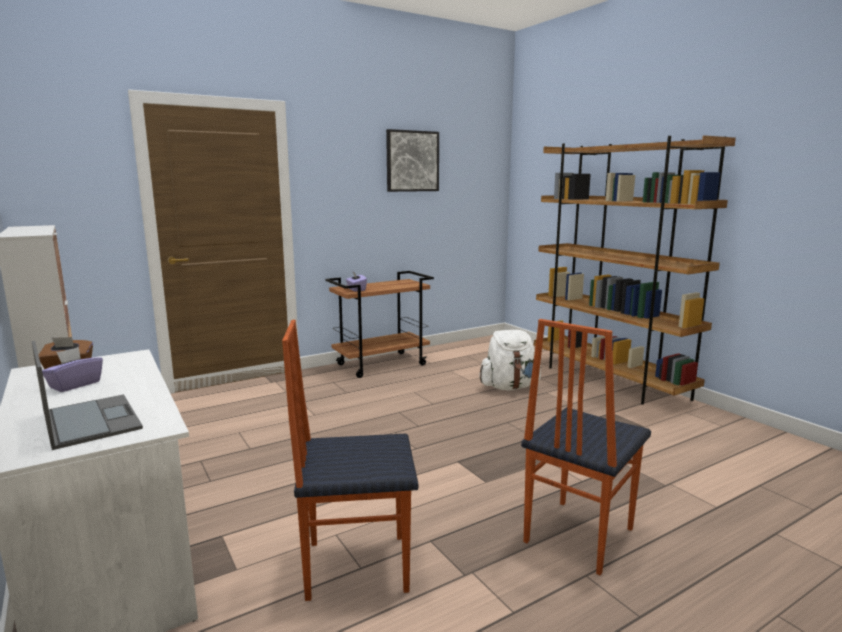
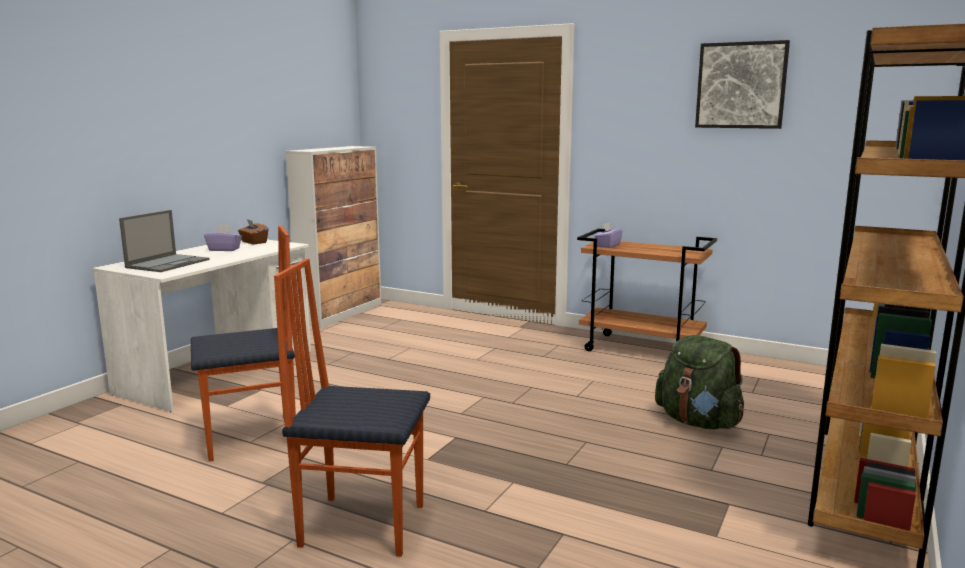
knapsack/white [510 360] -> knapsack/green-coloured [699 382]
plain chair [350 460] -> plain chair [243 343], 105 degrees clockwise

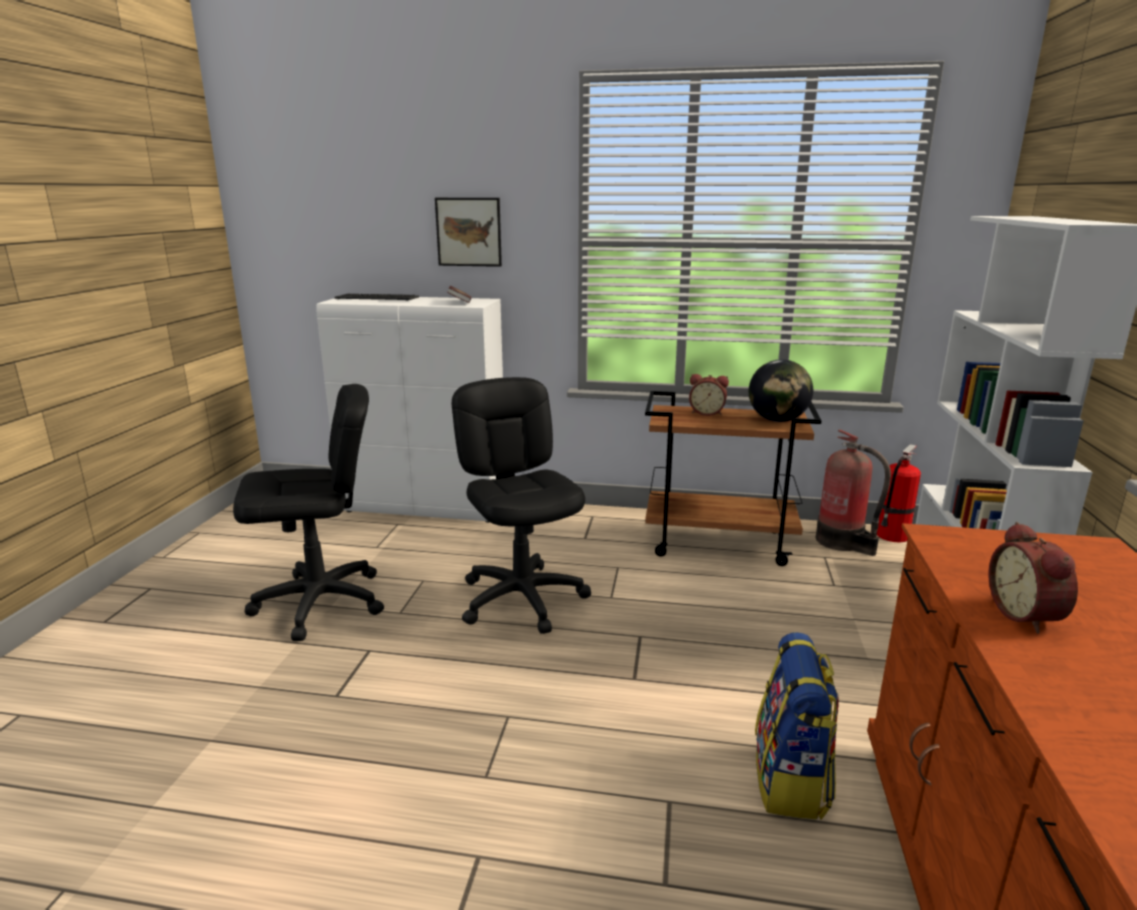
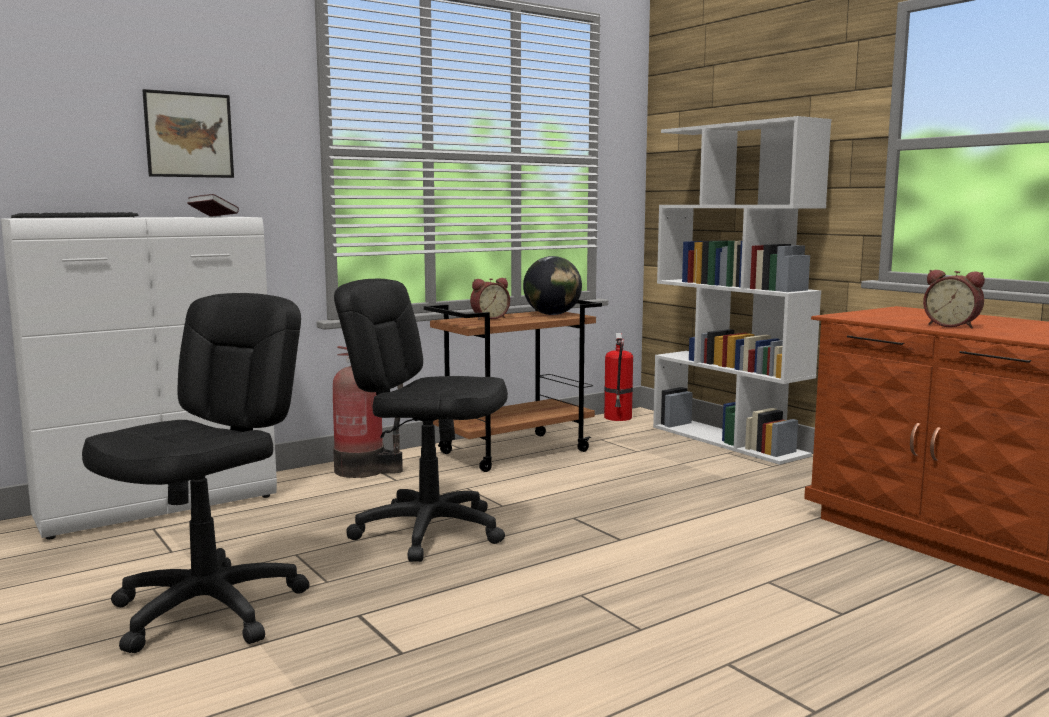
knapsack [797 725] -> none
fire extinguisher [853 493] -> fire extinguisher [368 412], shifted

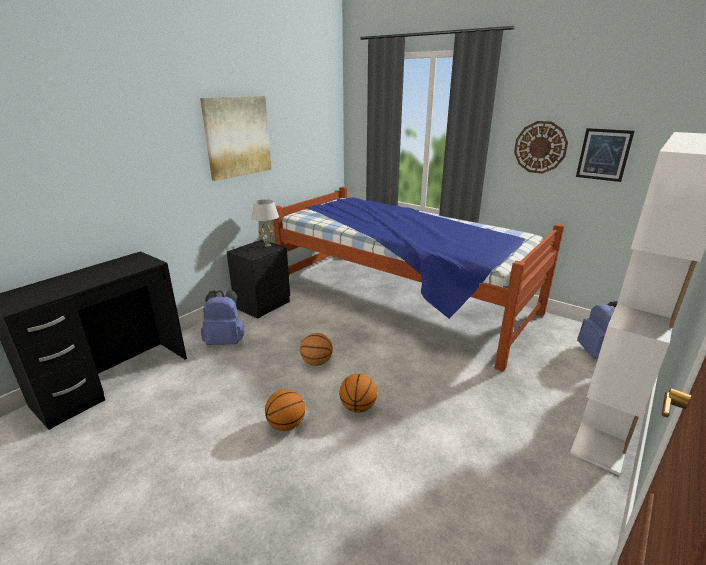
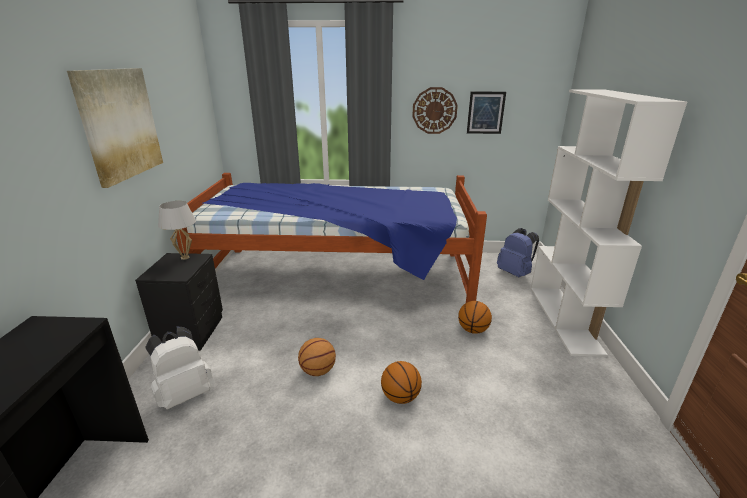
basketball [285 410] -> basketball [475 317], shifted
knapsack/bluish [222 317] -> knapsack/white [179 367]

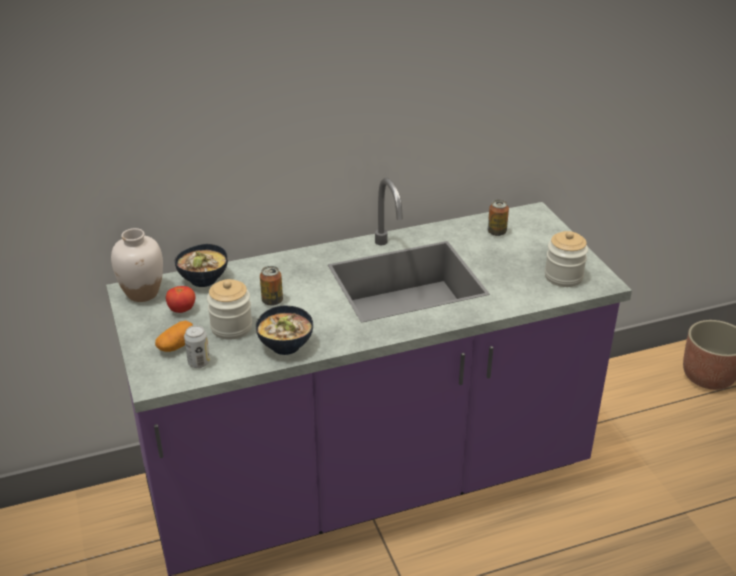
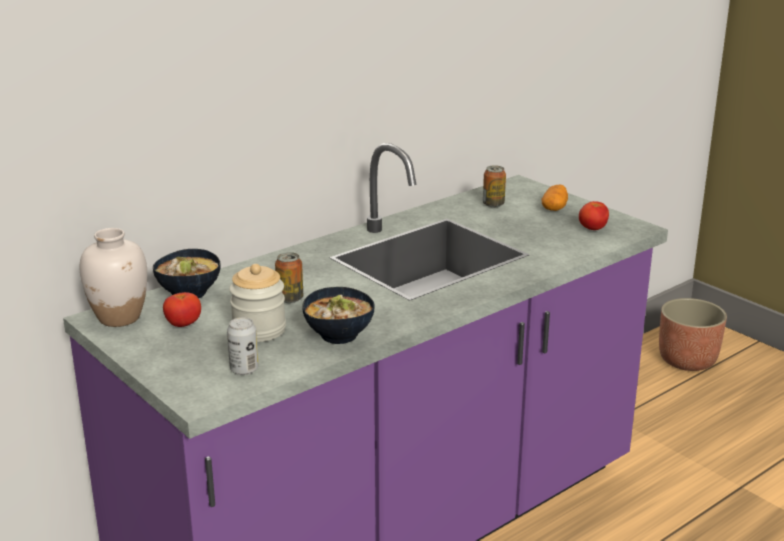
spud [174 336] -> spud [555 198], shifted
storage jar [566 259] -> whole tomato [594 215]

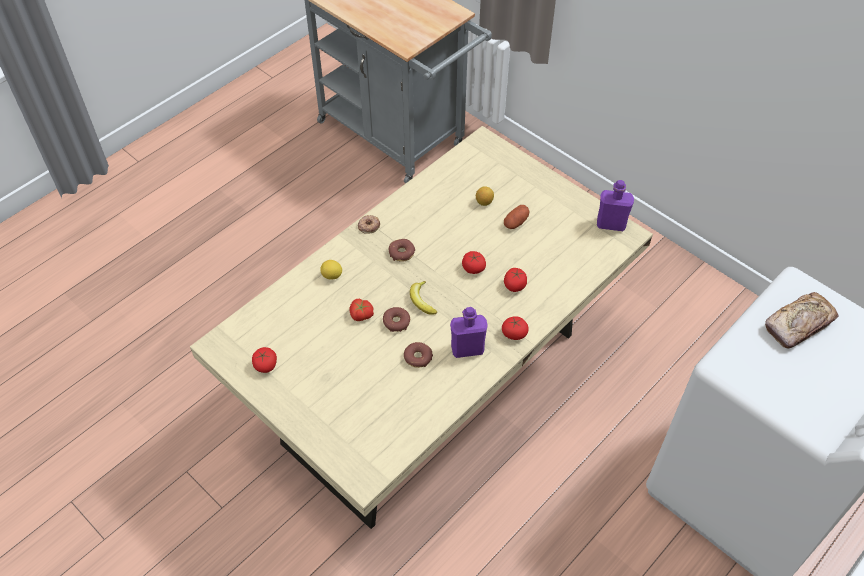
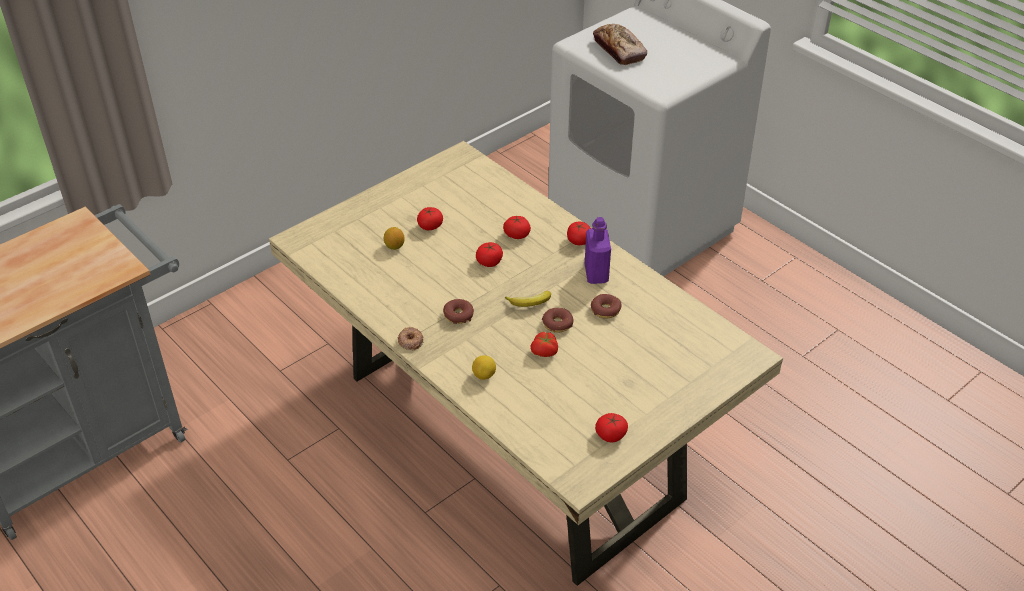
bottle/purplish [615 205] -> none
spud [517 217] -> whole tomato [430 218]

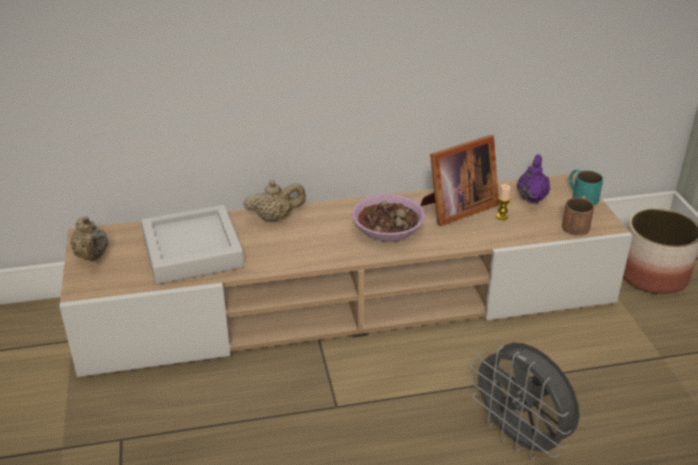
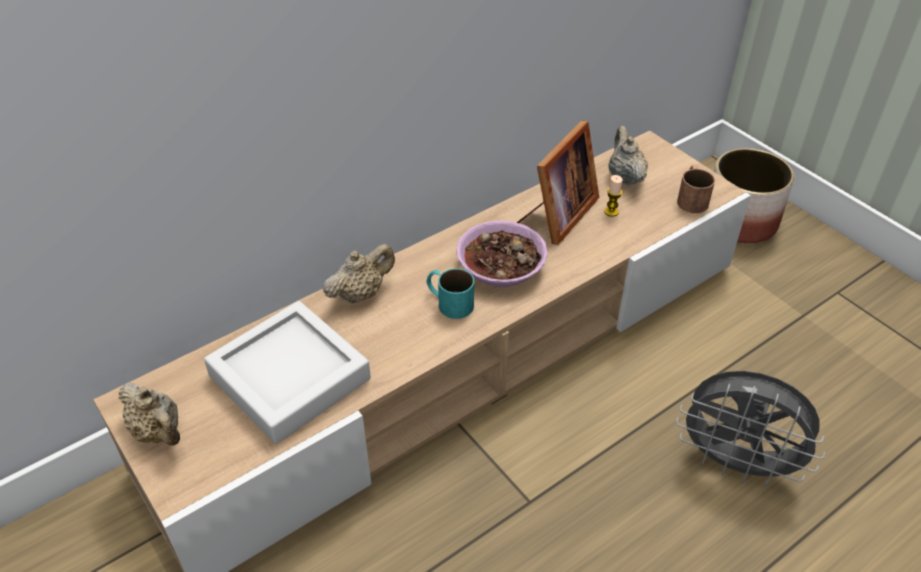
coffee mug/turquoise [586 187] -> coffee mug/turquoise [450 293], shifted
teapot/purplish [533 178] -> teapot/beige-coloured [628 155]

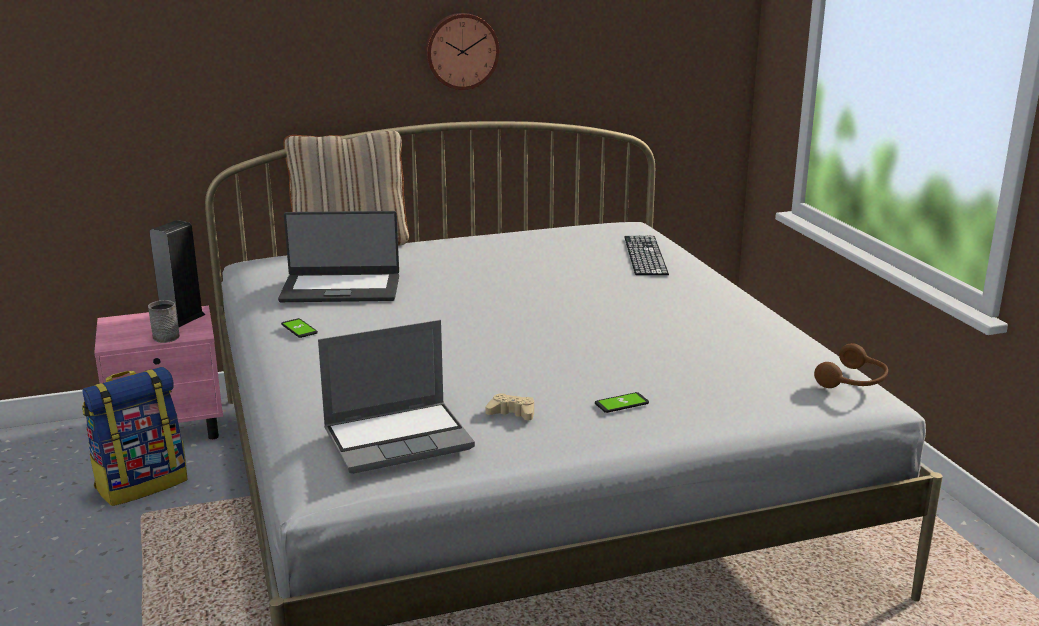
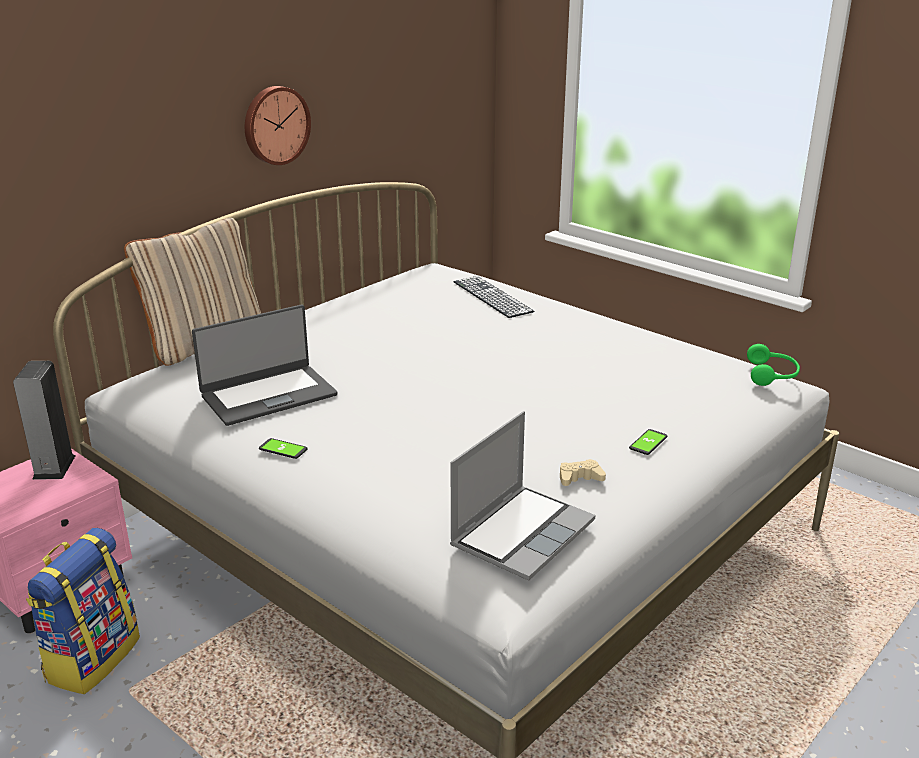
coffee mug/gray [164 321] -> none
headphones/brown-coloured [851 365] -> headphones/green-coloured [773 365]

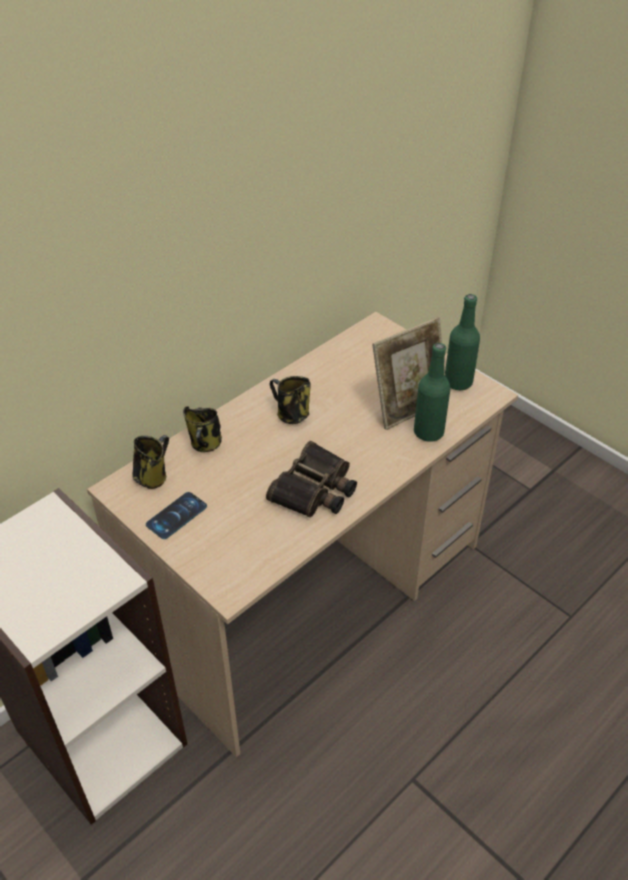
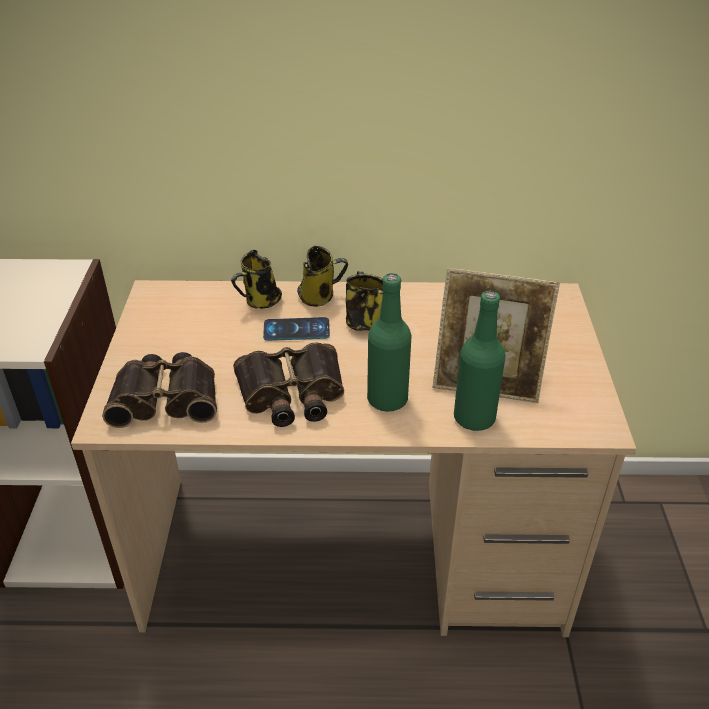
none -> binoculars [159 390]
coffee mug [150 462] -> coffee mug [322 276], shifted
phone [176 515] -> phone [296 329], shifted
bottle/green-coloured [462 342] -> bottle/green-coloured [389 342], shifted

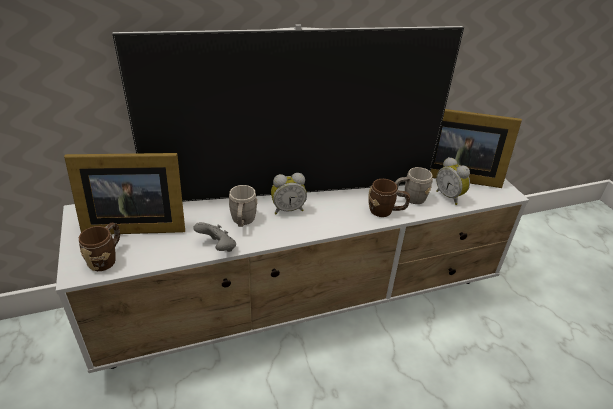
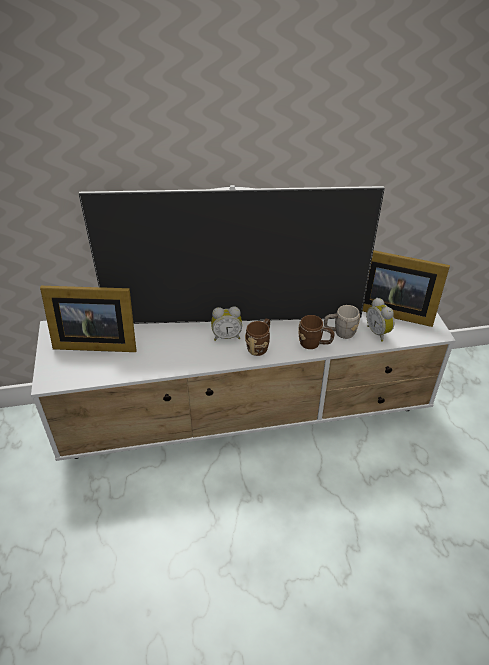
game controller/gray [214 237] -> none
coffee mug/gray [243 206] -> none
coffee mug/brown-coloured [99 246] -> coffee mug/brown-coloured [257 337], shifted

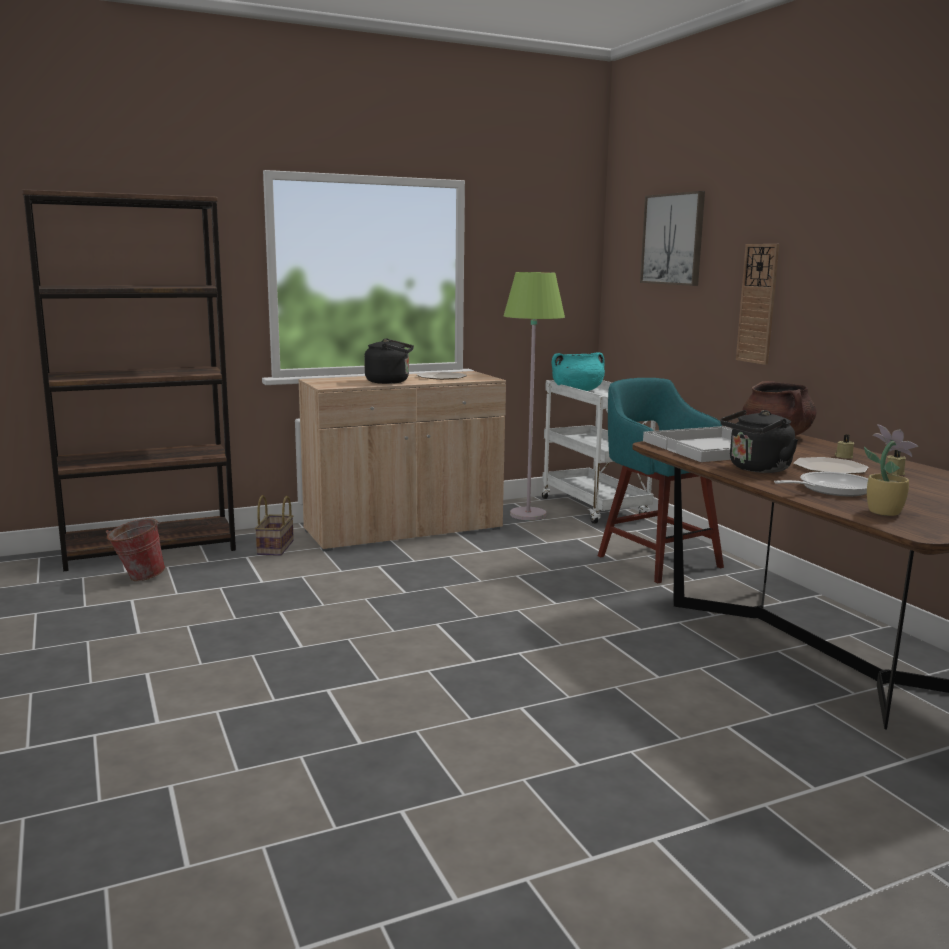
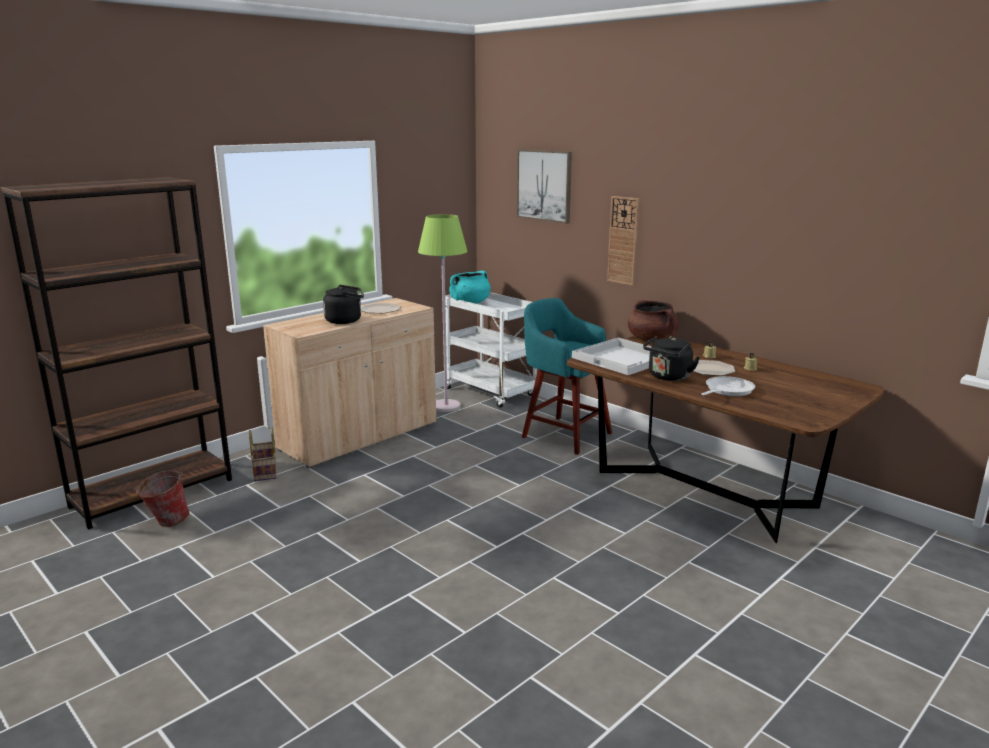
potted plant [891 470] -> none

